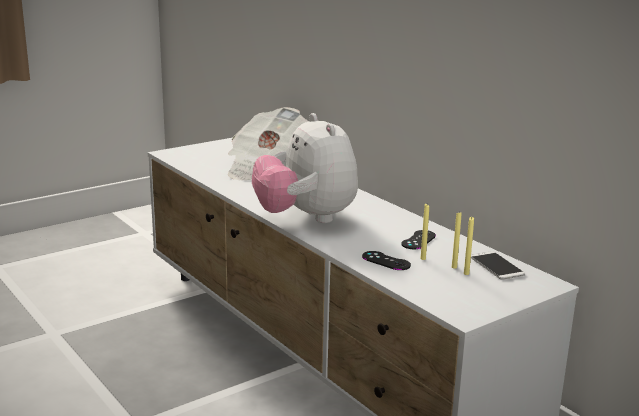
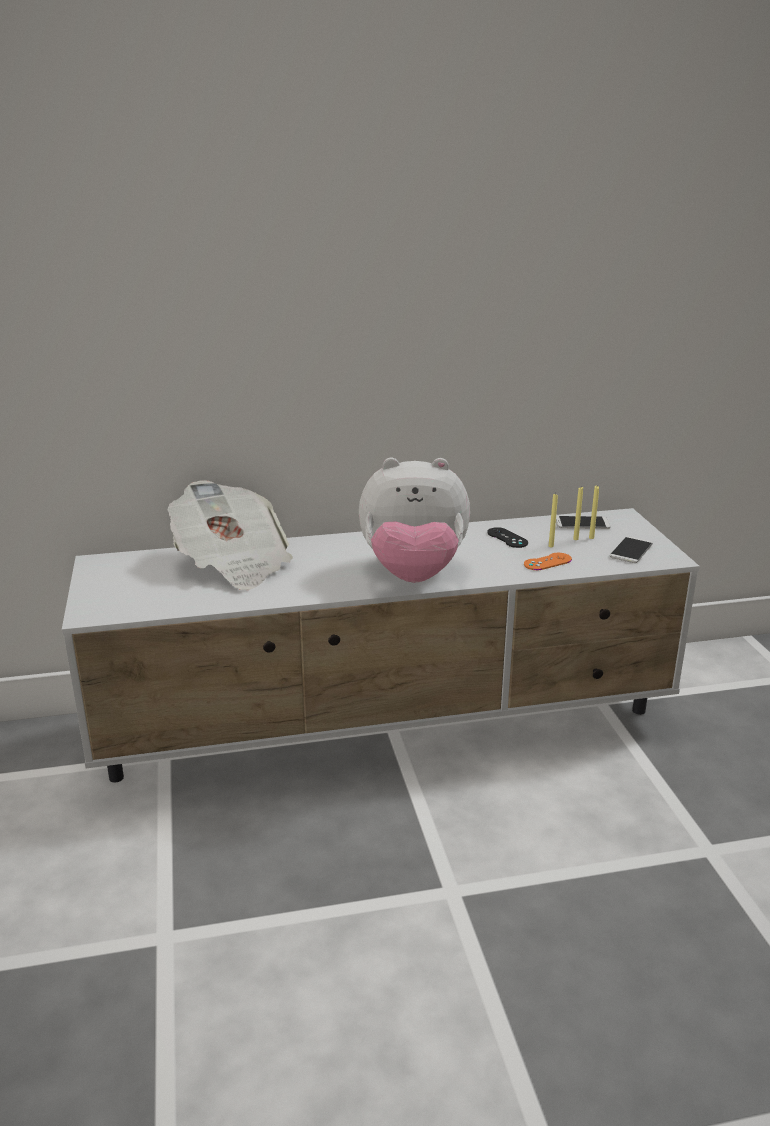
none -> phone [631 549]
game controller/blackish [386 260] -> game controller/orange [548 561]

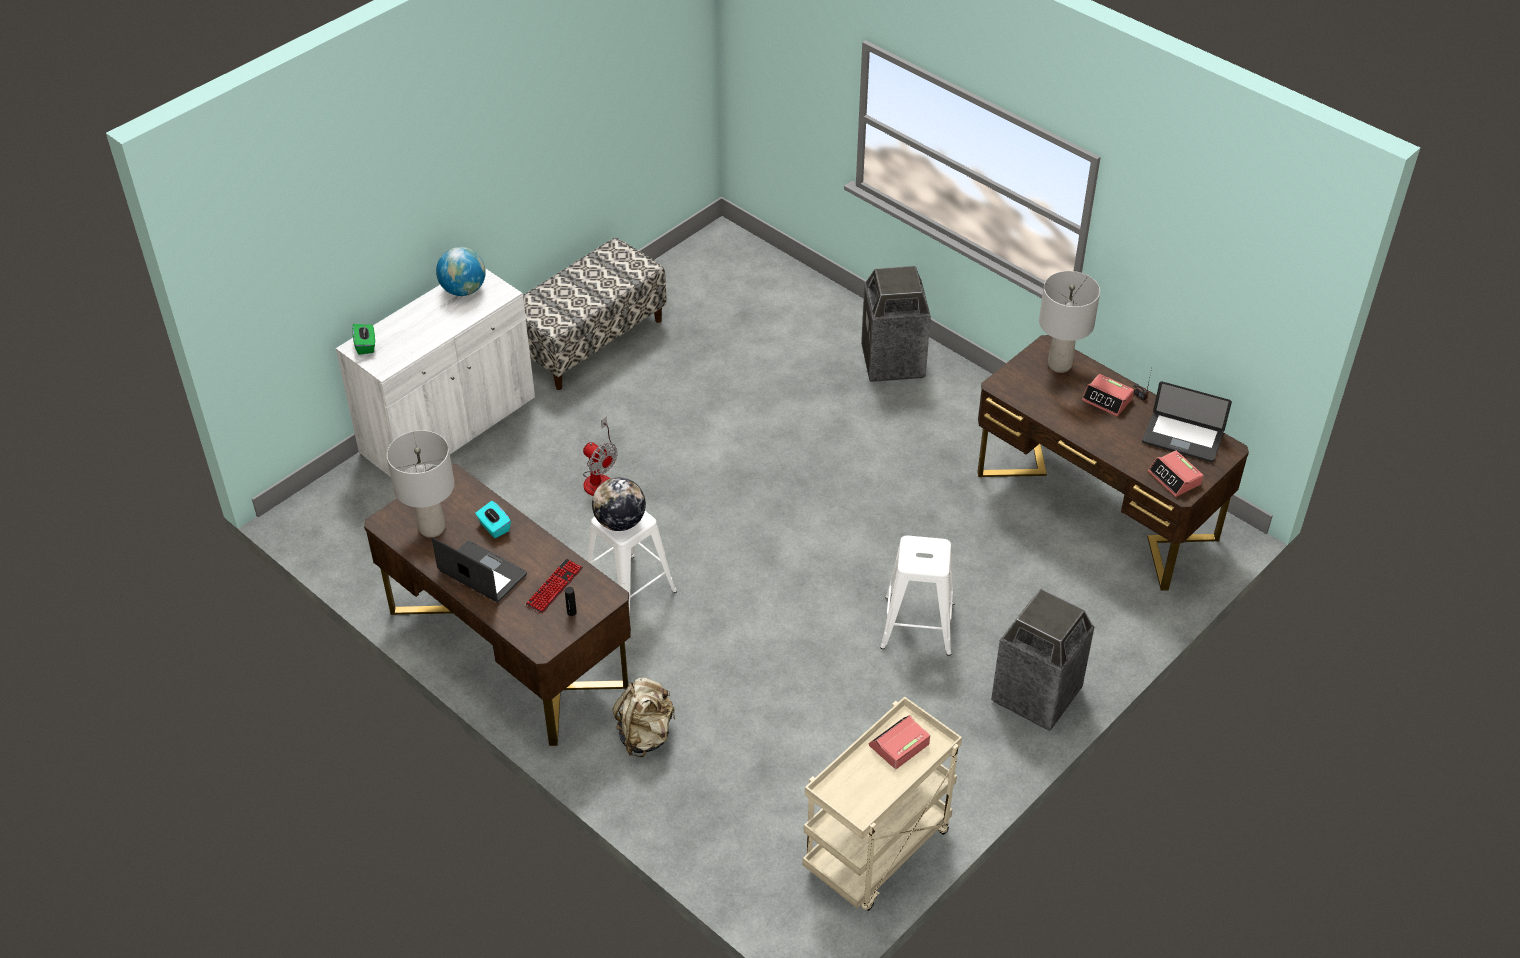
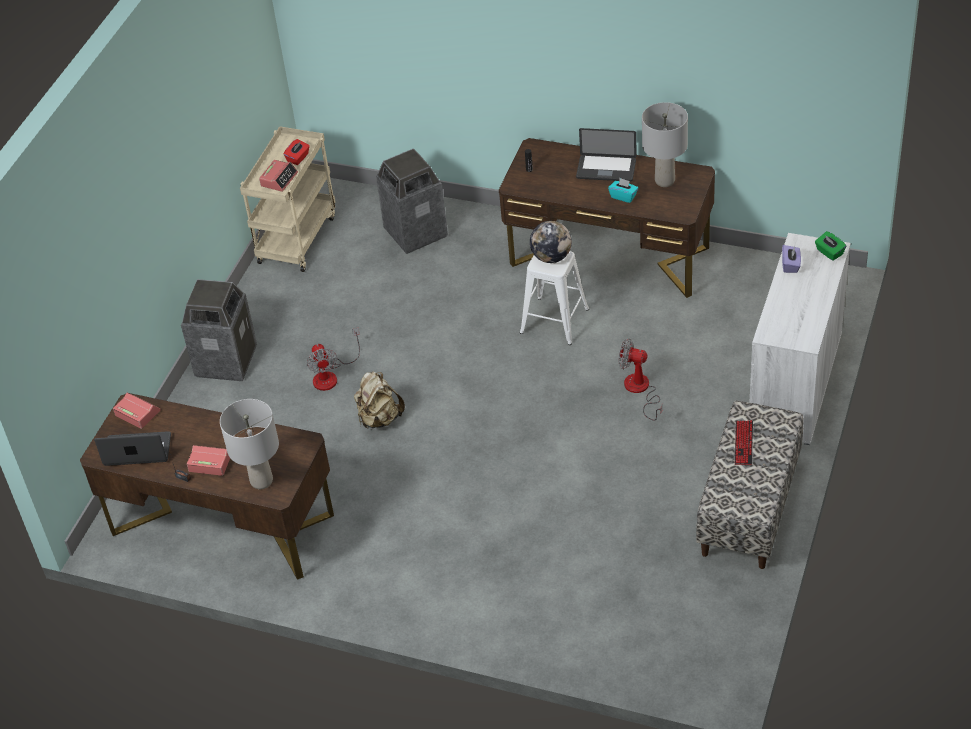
globe [461 271] -> none
none -> tissue box/reddish [297 152]
none -> tissue box/purplish [791 259]
computer keyboard [554 586] -> computer keyboard [744 442], shifted
knapsack/beige-coloured [644 717] -> knapsack/beige-coloured [379 400], shifted
rubbish bin [896 324] -> rubbish bin [412 201], shifted
stool seat/white [917 596] -> cooling fan [333 359]

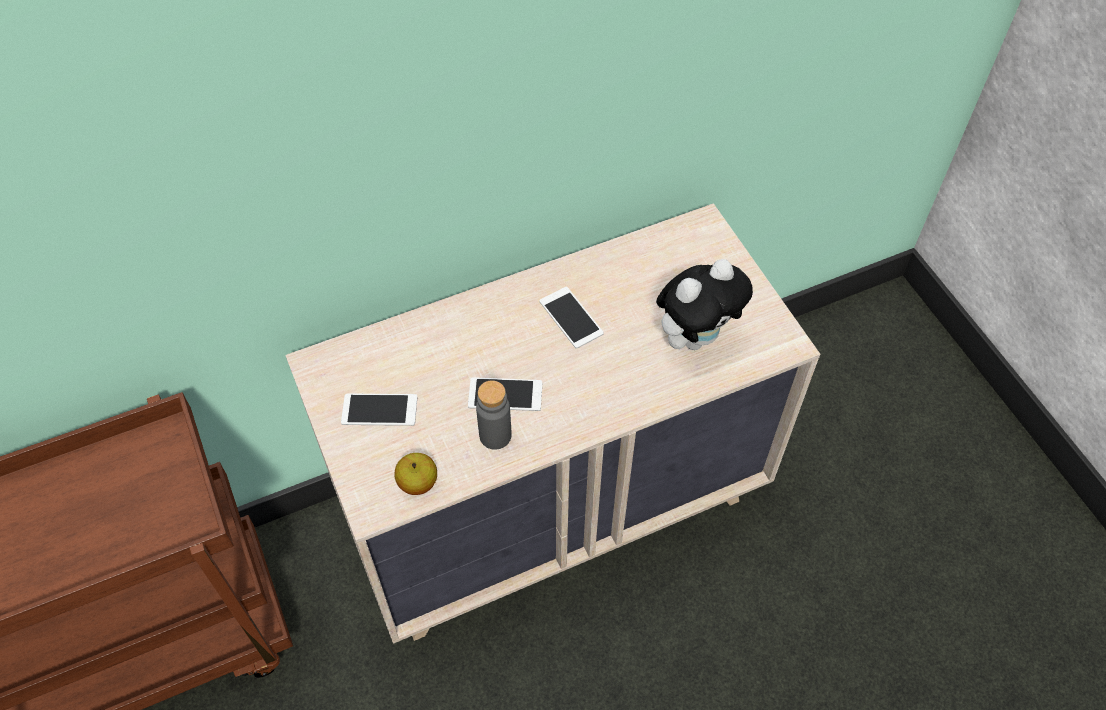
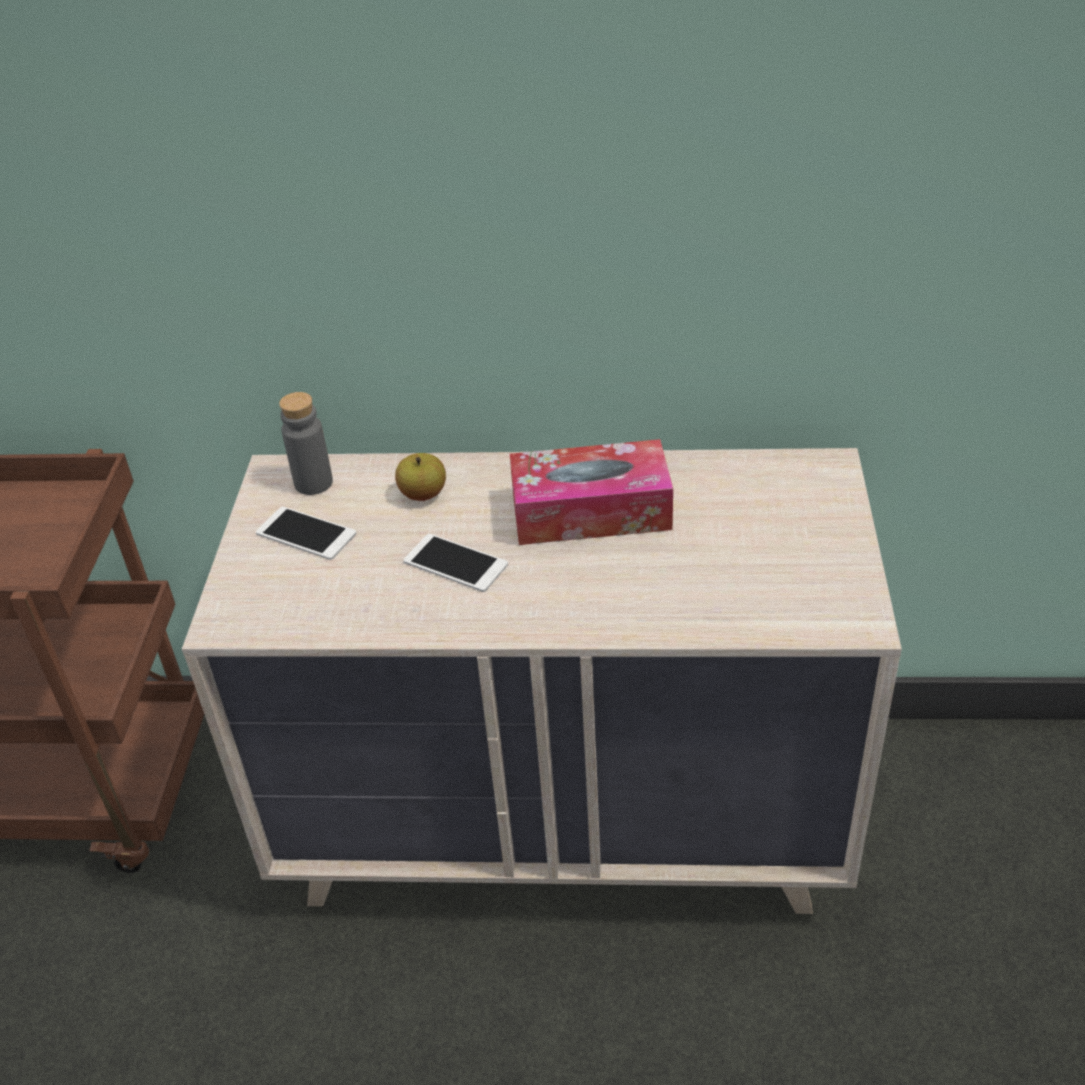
cuddly toy [704 304] -> none
apple fruit [415 474] -> apple fruit [420 477], shifted
bottle/gray [493 415] -> bottle/gray [306 443], shifted
phone [571 318] -> tissue box [591 492]

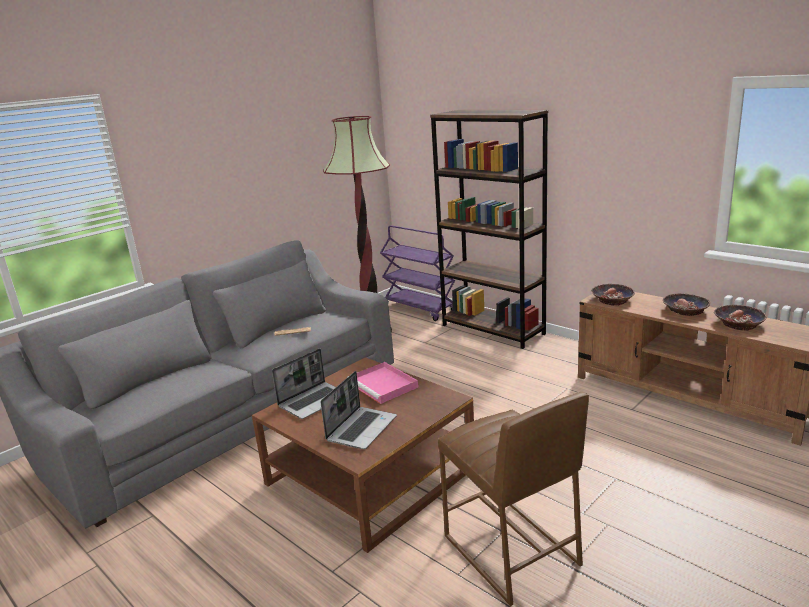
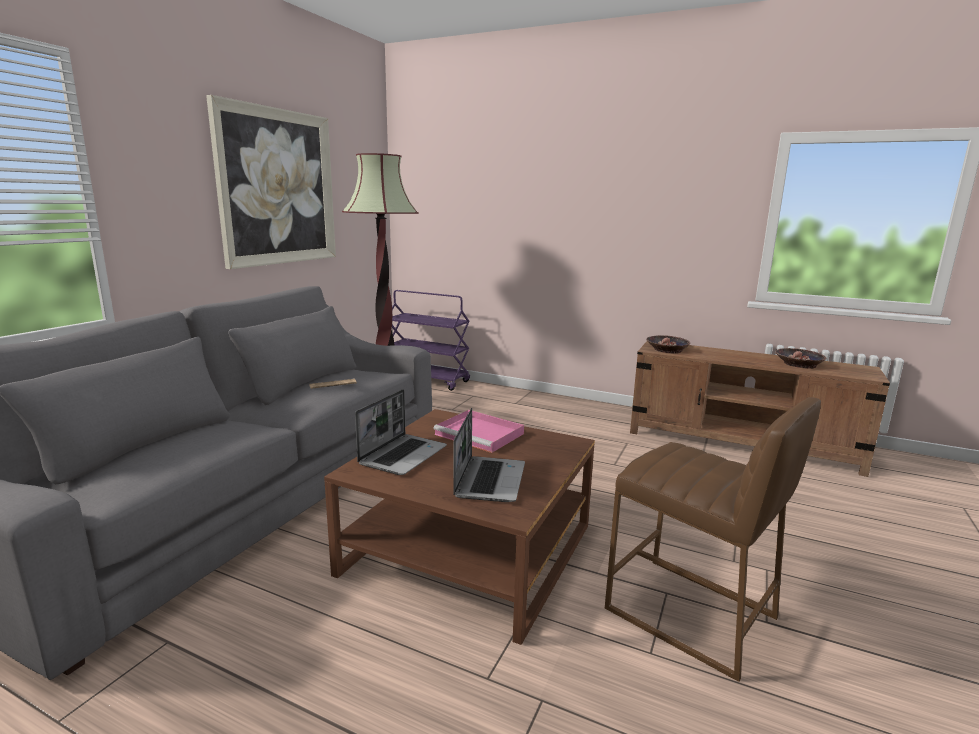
bookshelf/brown-coloured [489 229] -> none
serving bowl [686 304] -> none
none -> picture [271 182]

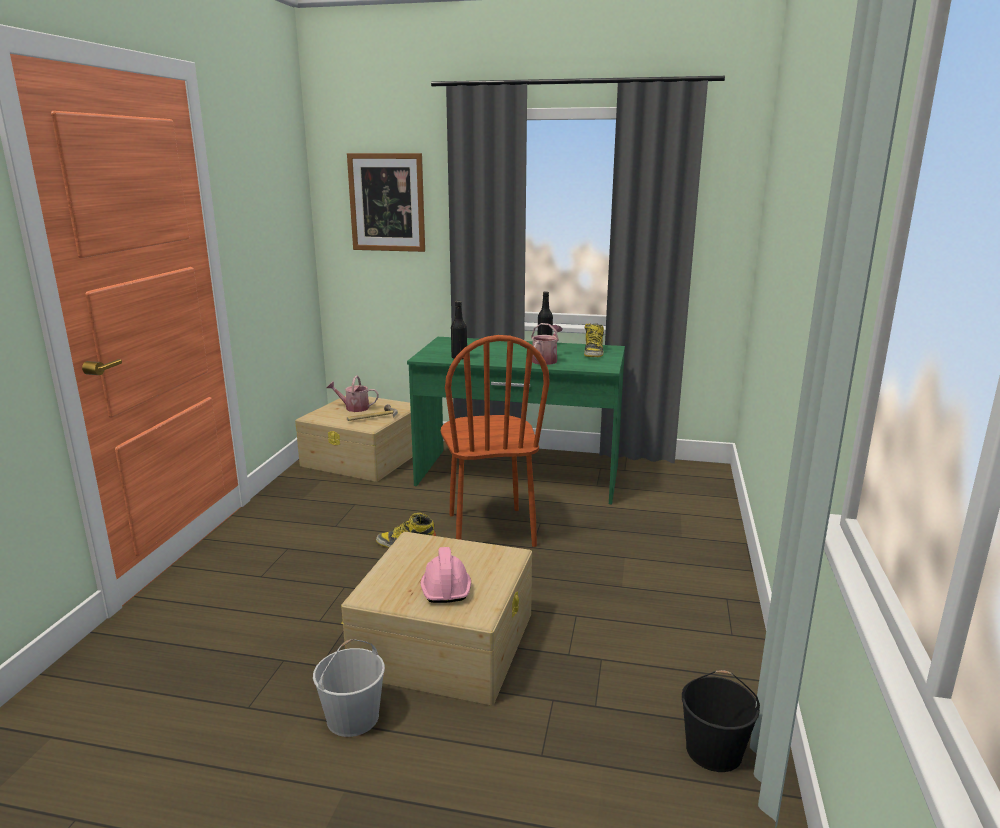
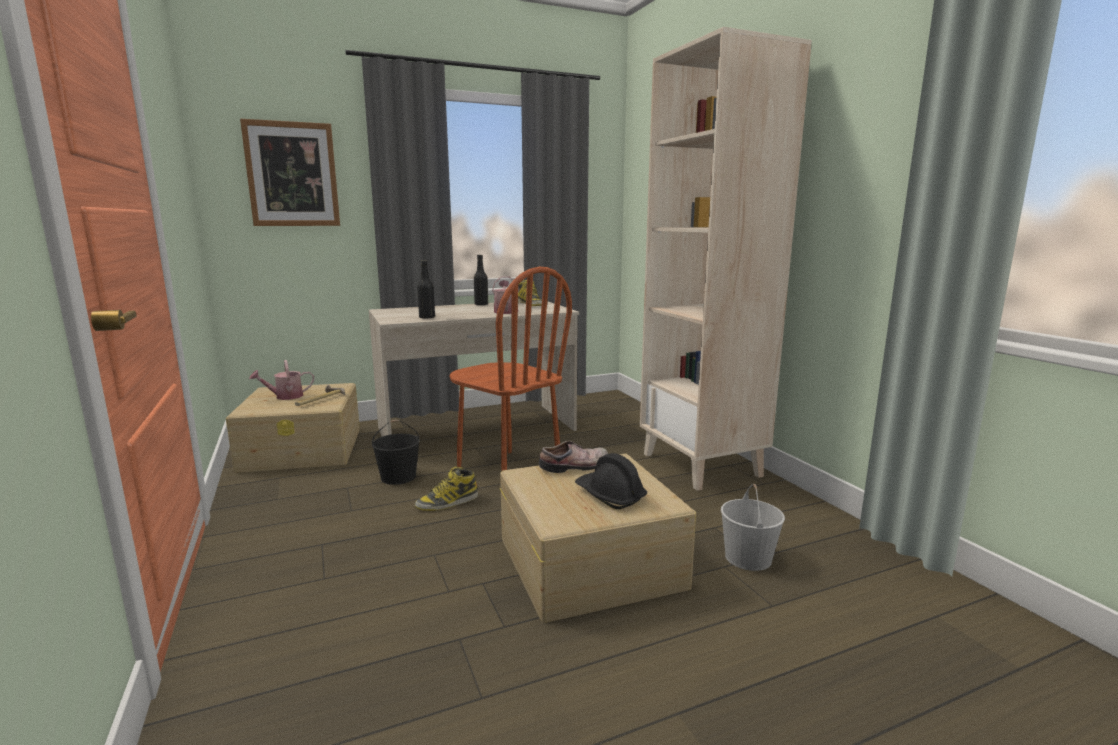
none -> shoe [573 457]
none -> bookshelf/beige-coloured [726 259]
pail/white [349 688] -> pail/white [753 527], shifted
pail/blackish [721 721] -> pail/blackish [396 452], shifted
desk unit/green-coloured [516 420] -> desk unit/beige-coloured [474 368]
work helmet/pink [446 575] -> work helmet/blackish [611 481]

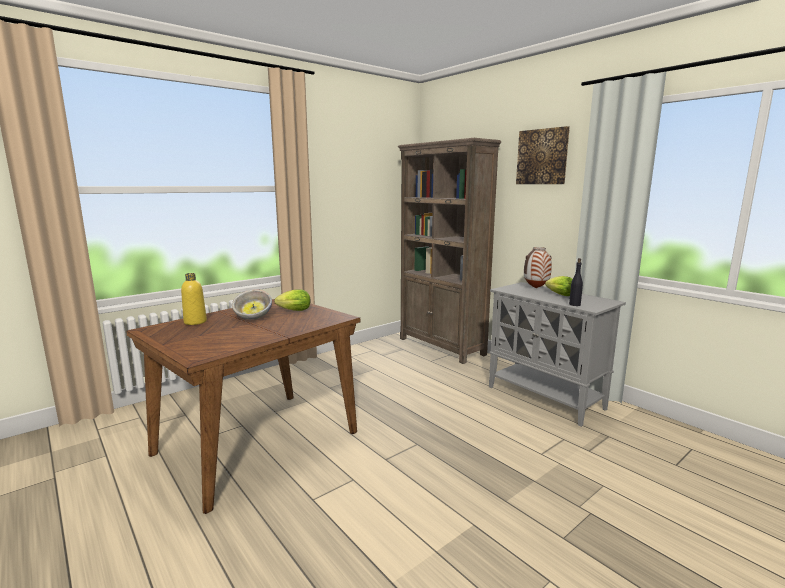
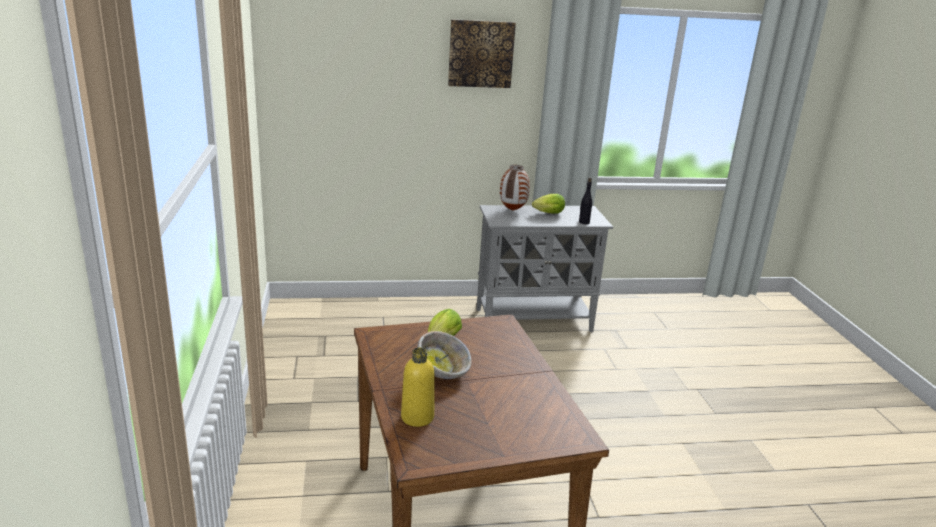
bookshelf/brown-coloured [449 251] -> none

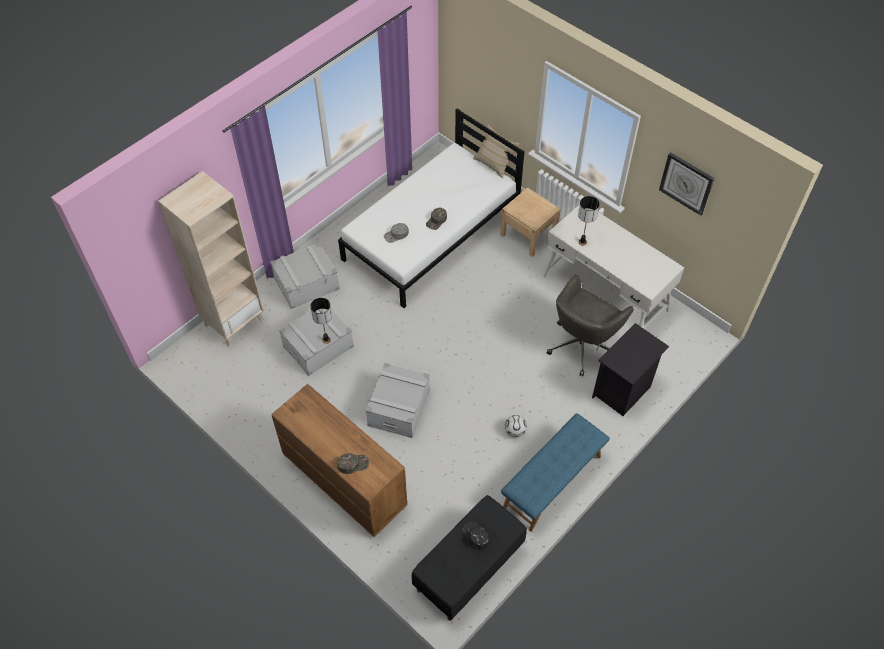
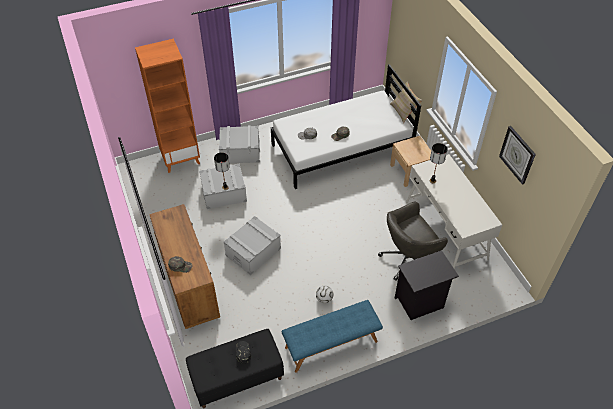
bookshelf/beige-coloured [211 258] -> bookshelf/orange [167 106]

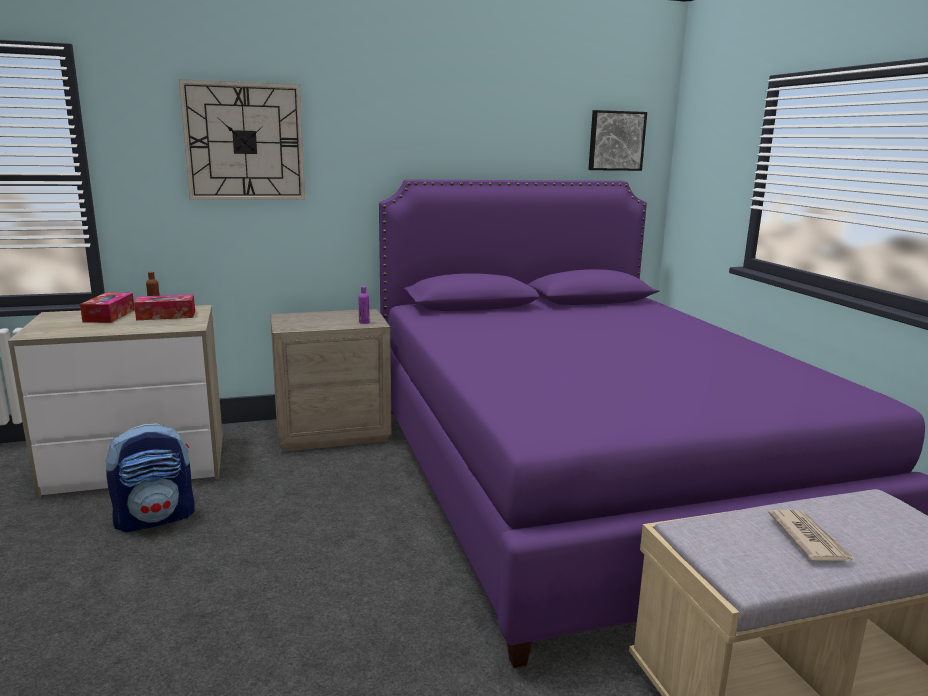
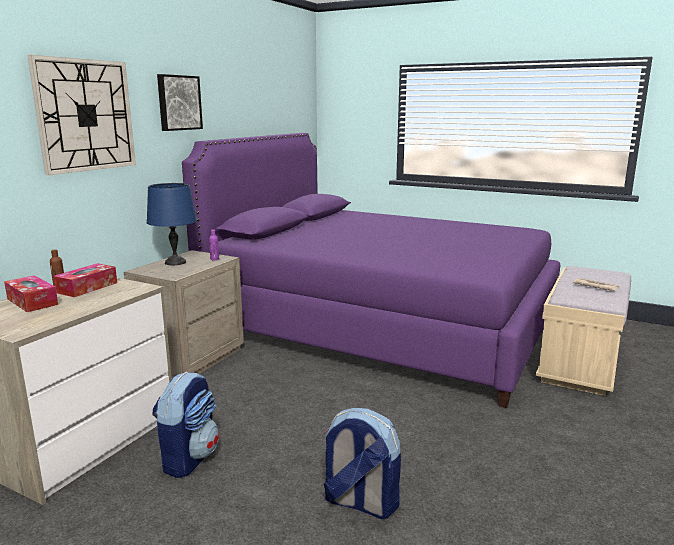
none -> tabletop lamp/bluish [172 224]
none -> knapsack [362 463]
picture [617 140] -> picture [180 102], shifted

